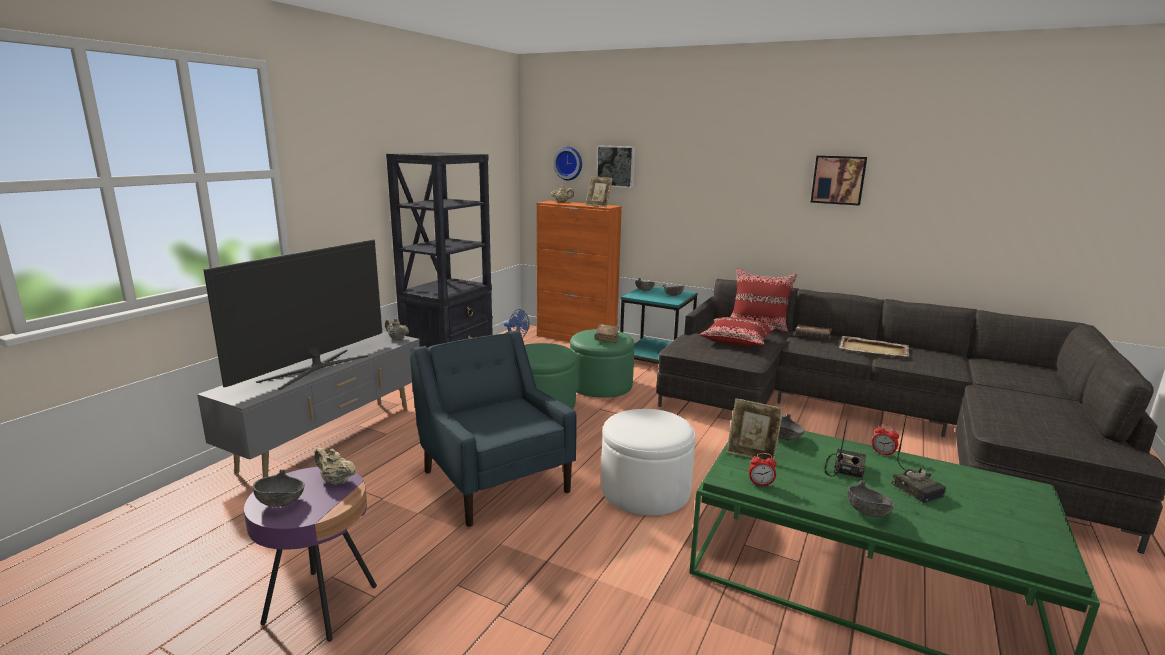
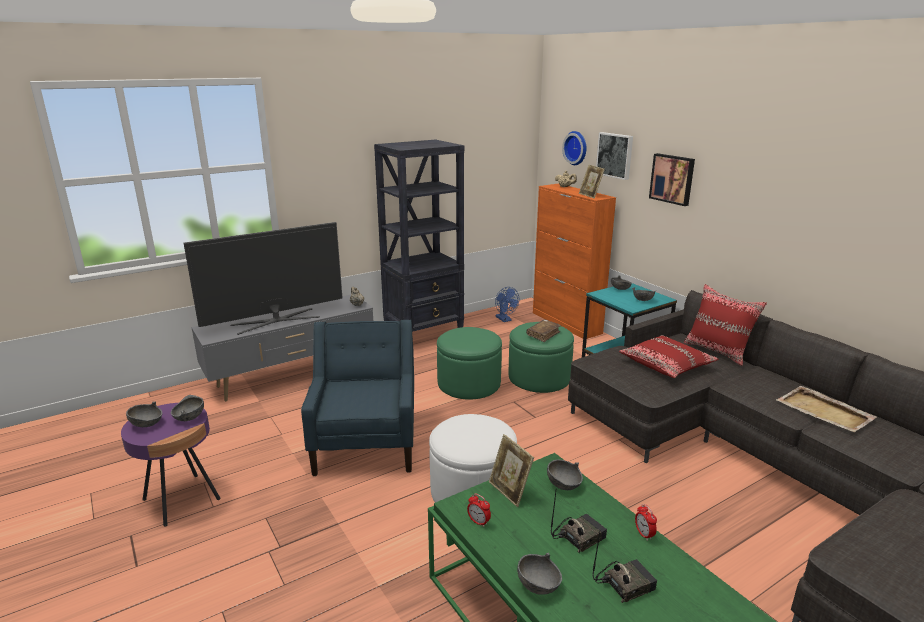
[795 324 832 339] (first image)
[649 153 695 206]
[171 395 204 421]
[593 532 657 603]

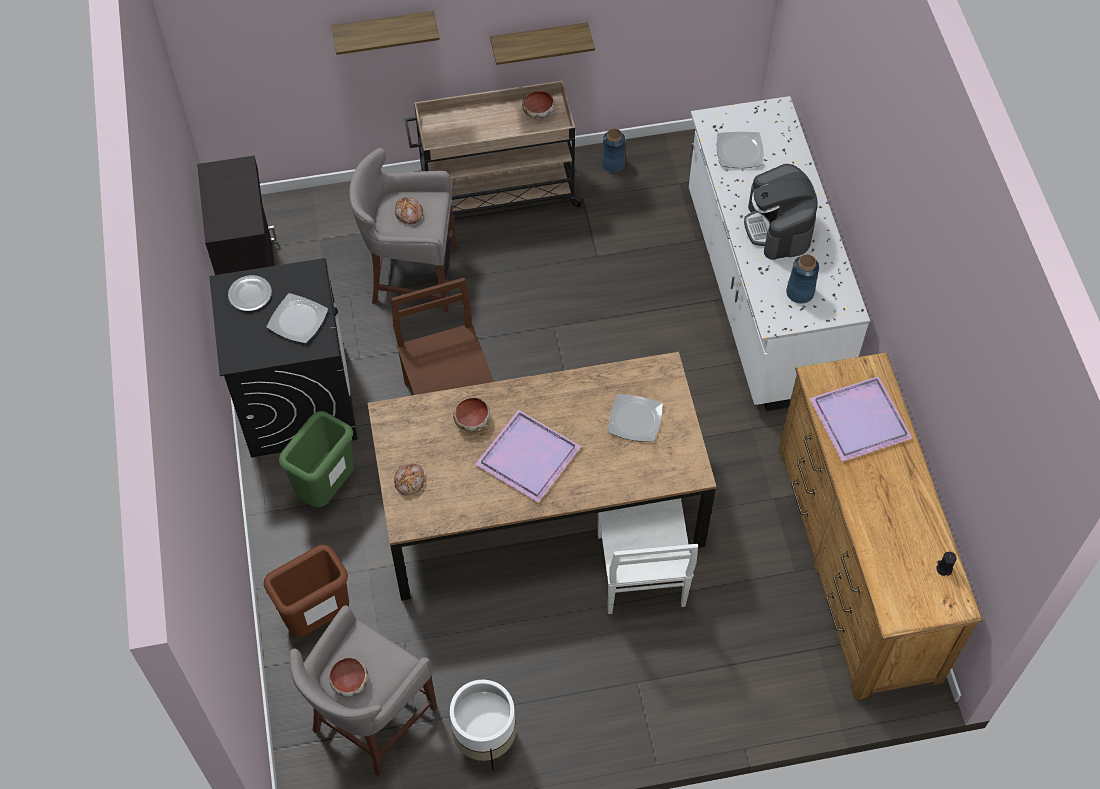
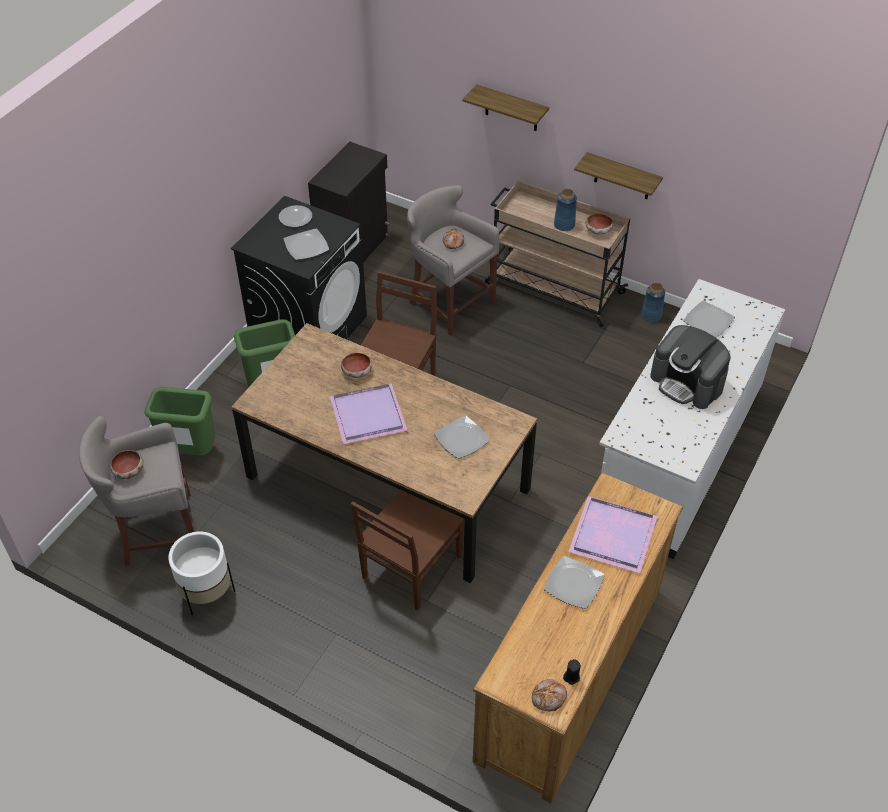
[544 556 605 609]
[532 679 567 711]
[554 189 577 231]
[145 387 215 455]
[351 490 465 611]
[650 325 731 409]

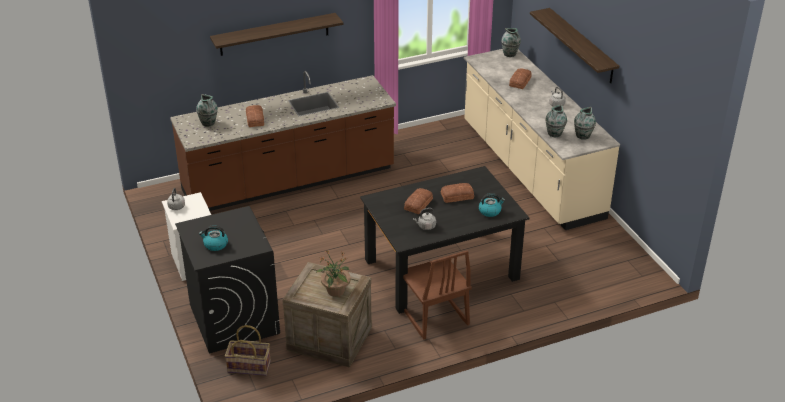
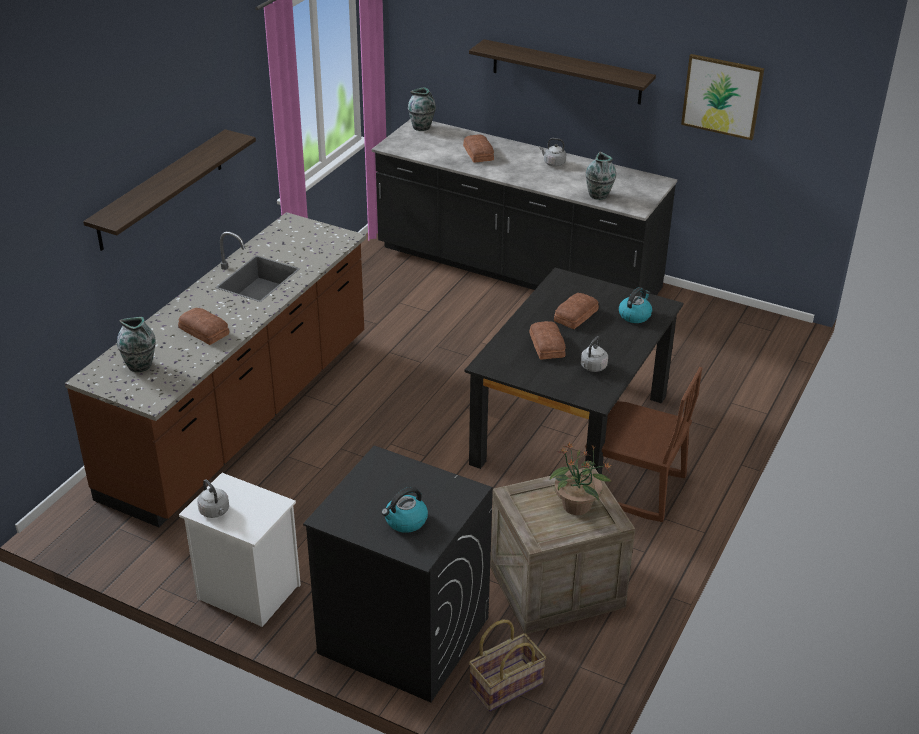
[574 107 596 140] (first image)
[681 54 765 140]
[372 119 677 295]

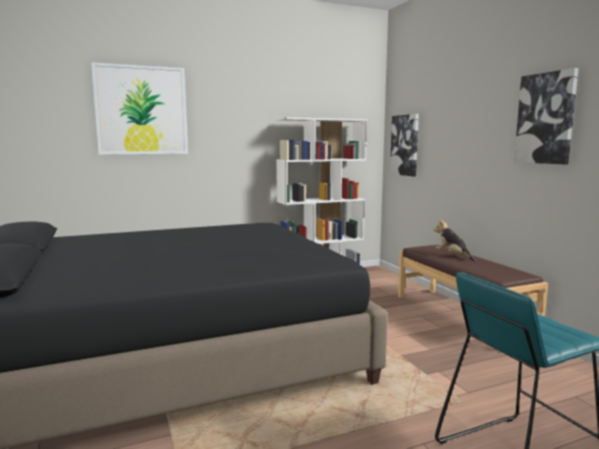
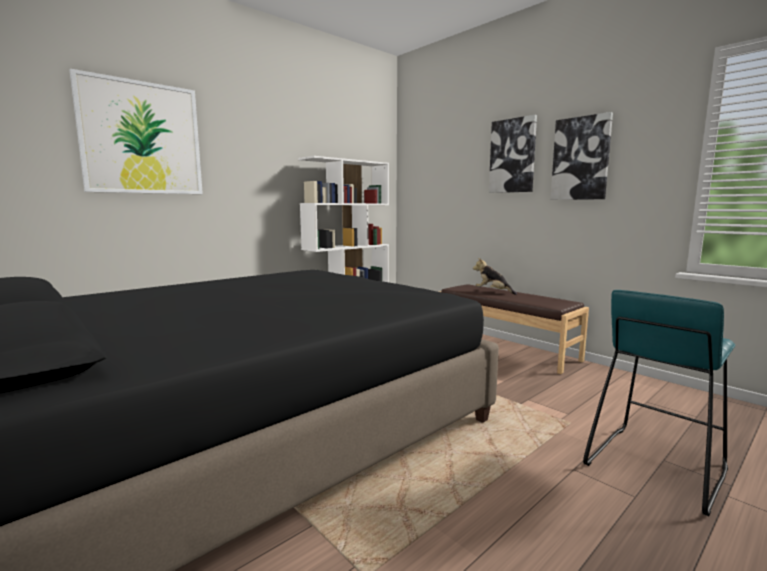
[489 115 537 193]

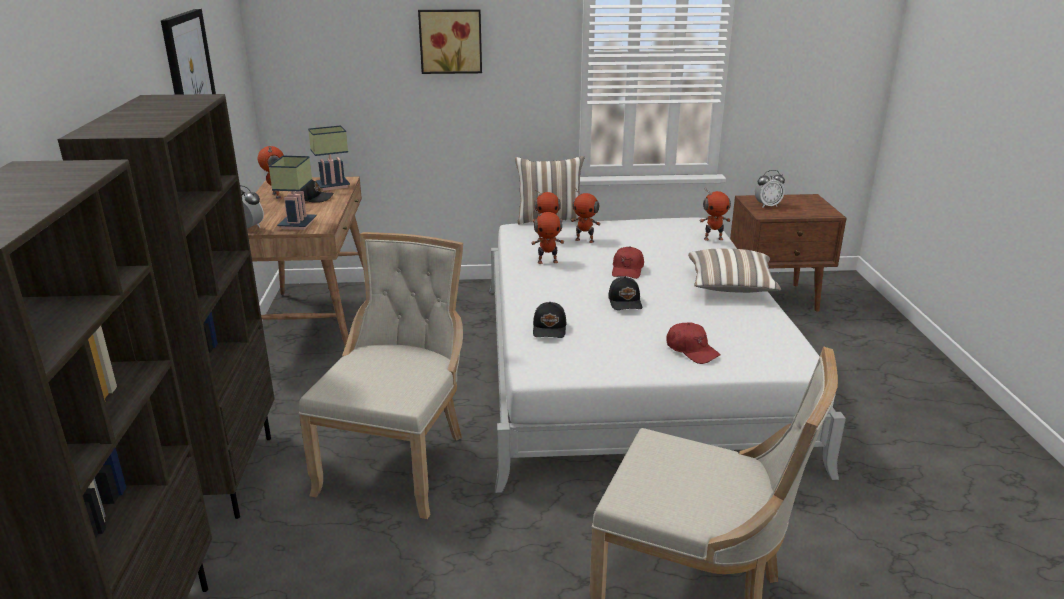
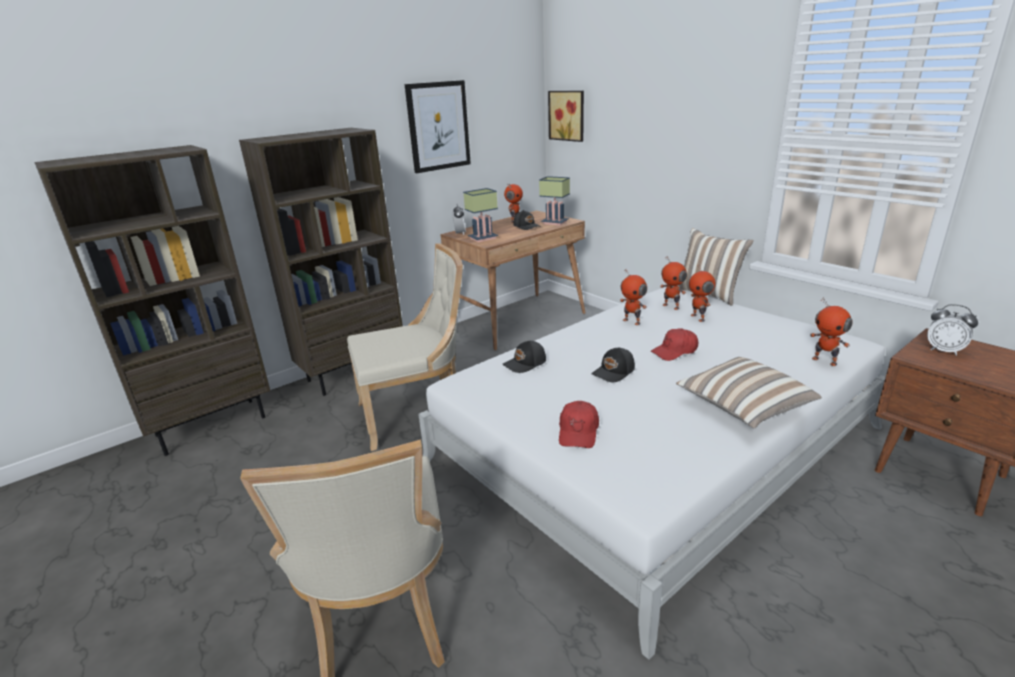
[548 91 584 142]

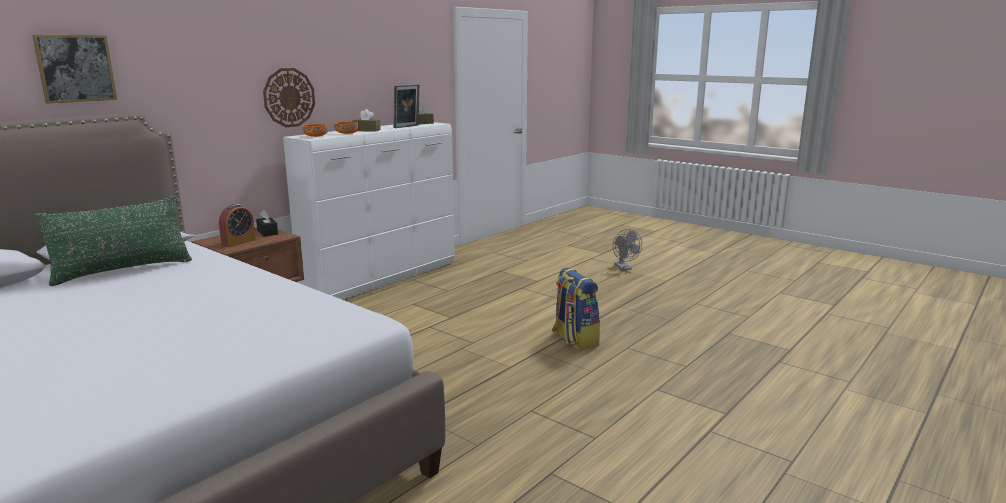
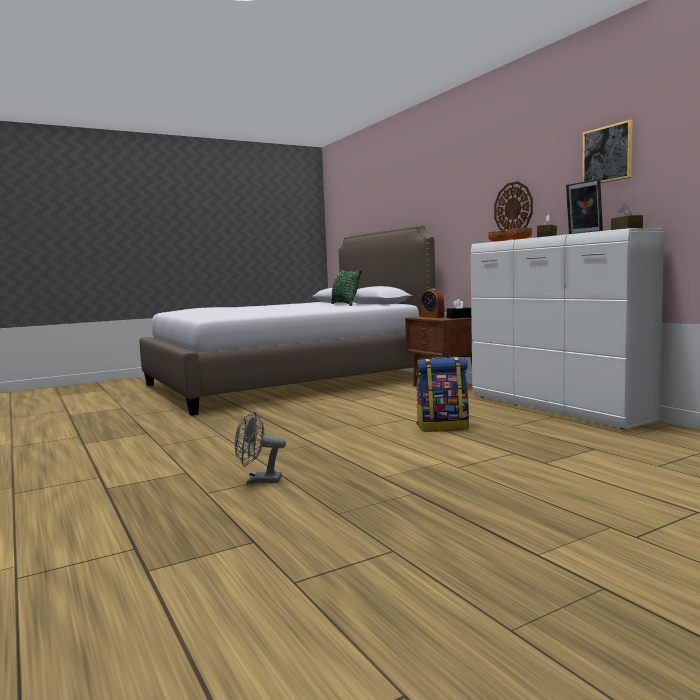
[582 120 633 183]
[416 357 469 432]
[235 411 286 484]

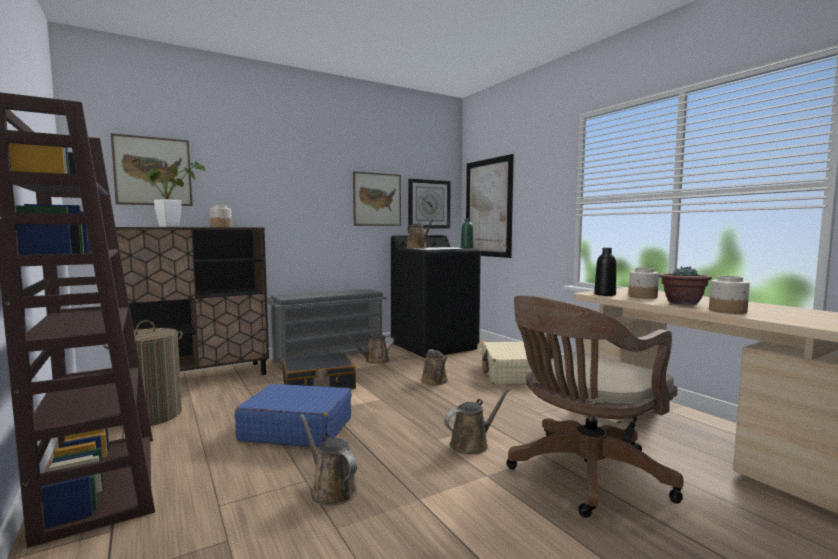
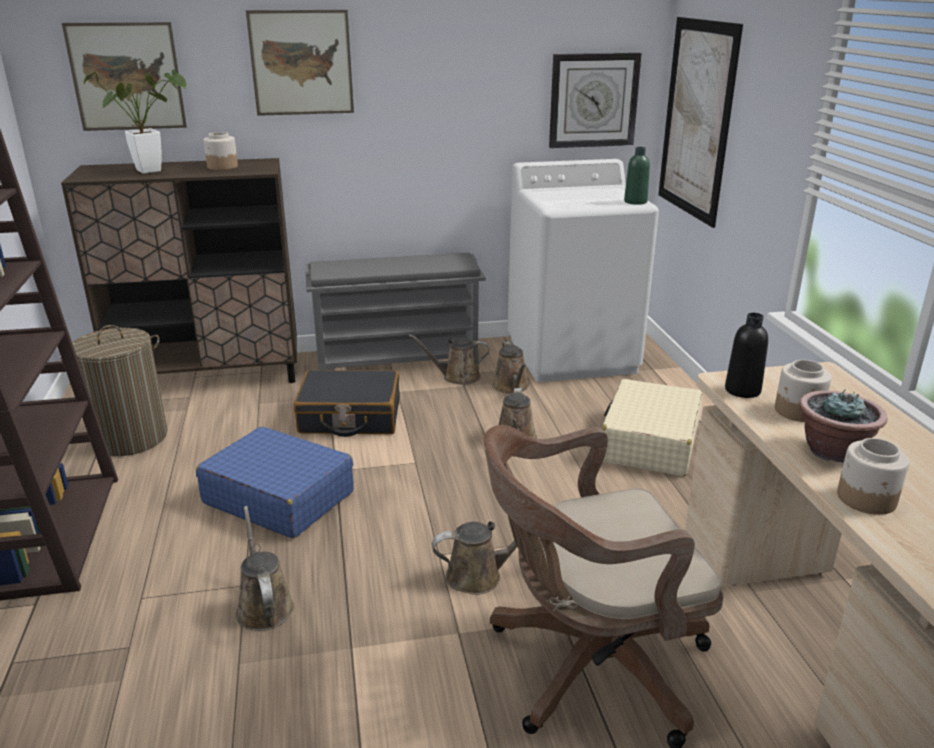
[246 10 354 116]
[492 341 529 394]
[508 159 659 382]

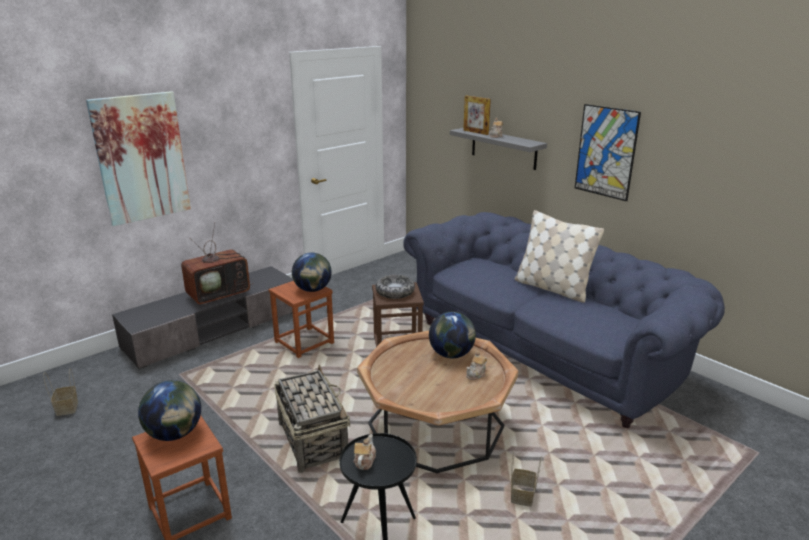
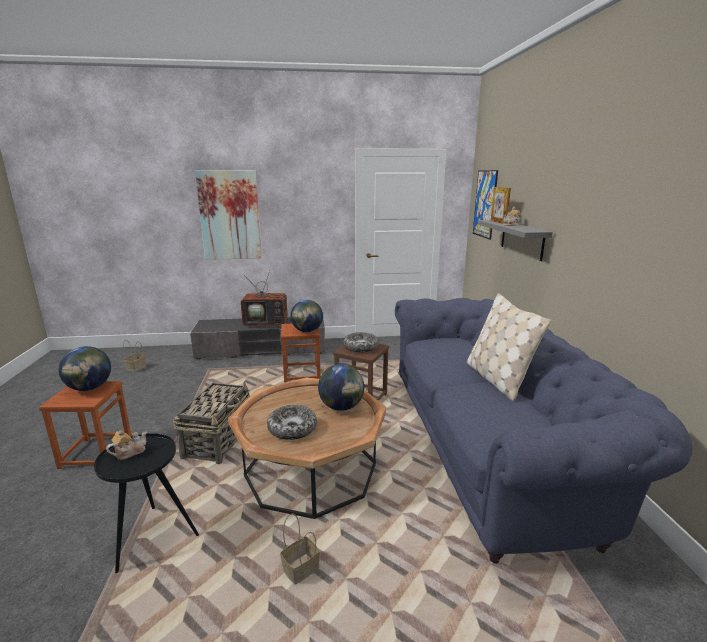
[466 351 487 380] (first image)
[267 405 317 440]
[473 170 498 240]

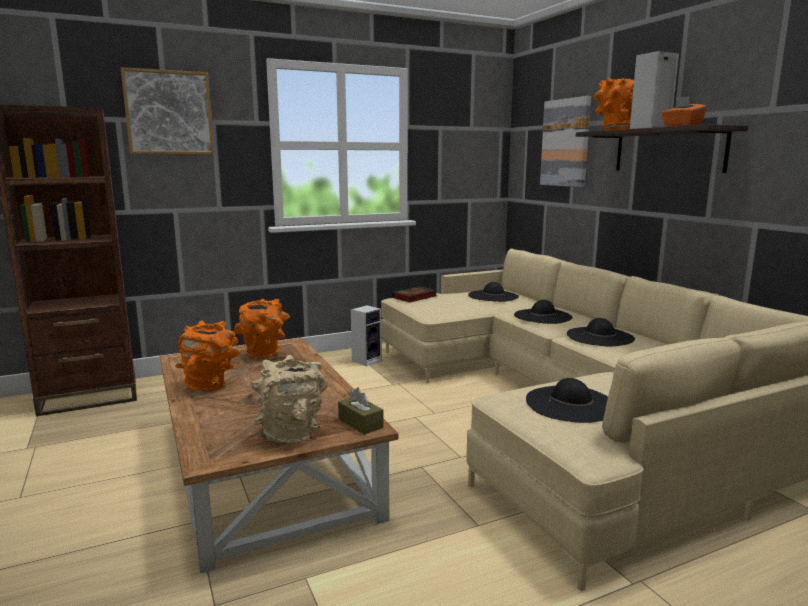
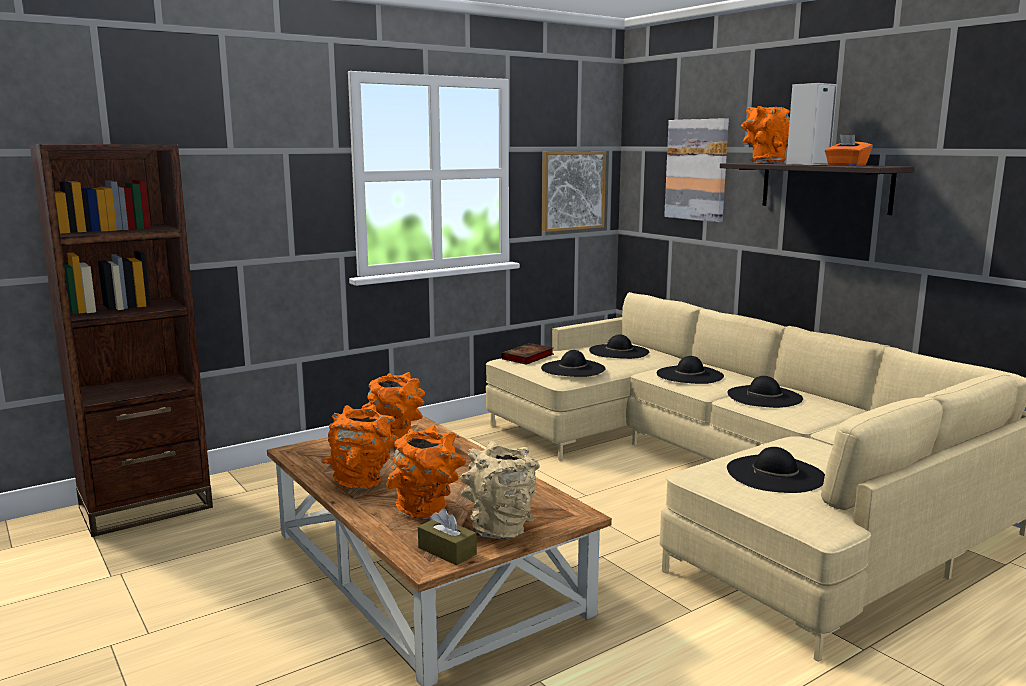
[351 305 382 366] (first image)
[386 425 466 519]
[541 350 606 377]
[542 151 606 232]
[418 509 477 565]

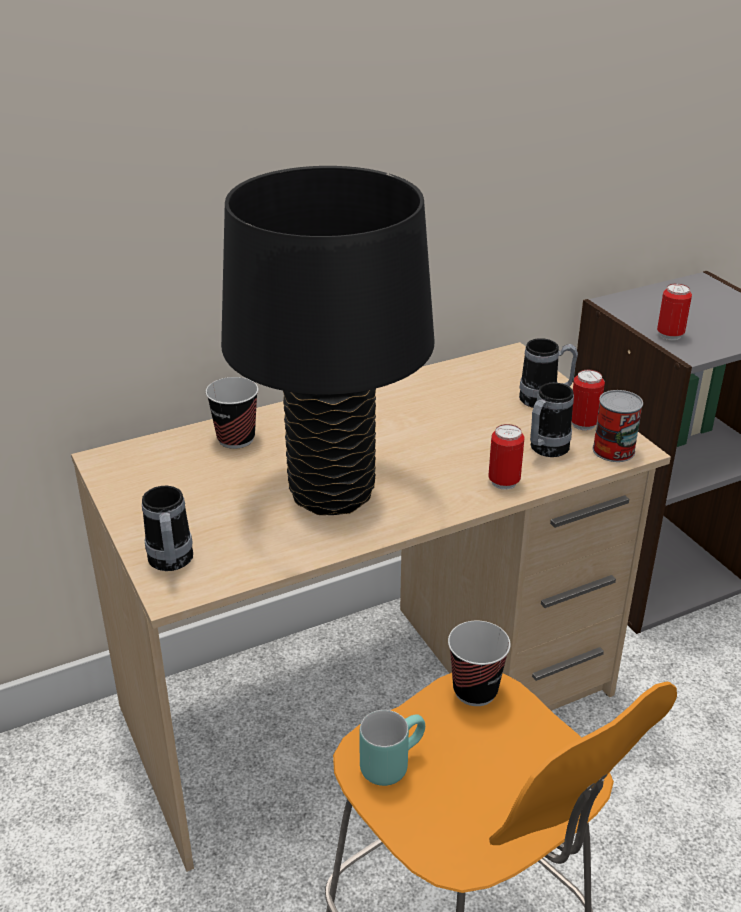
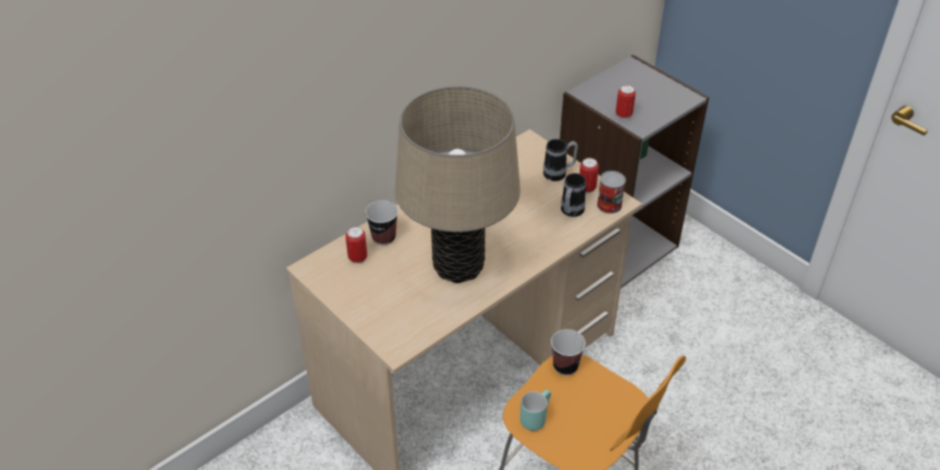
[142 486 193 571] (first image)
[346 227 367 264]
[395 86 520 283]

